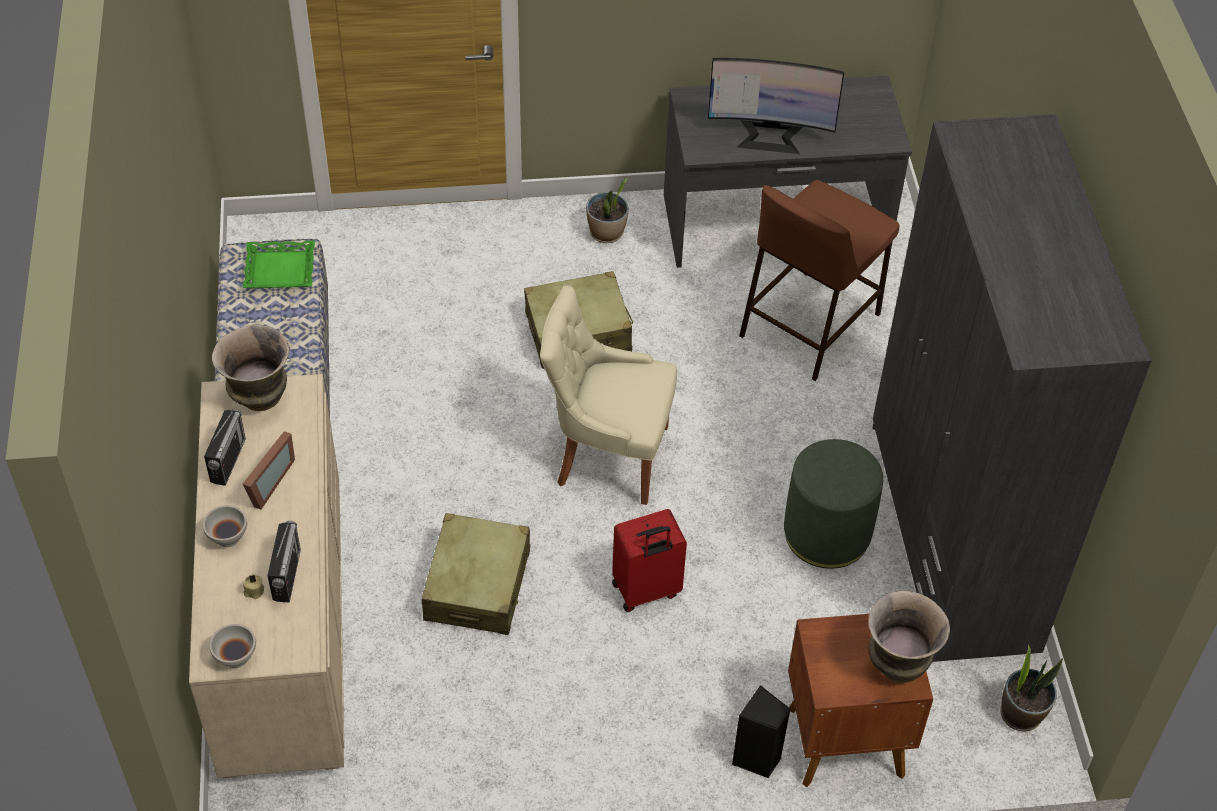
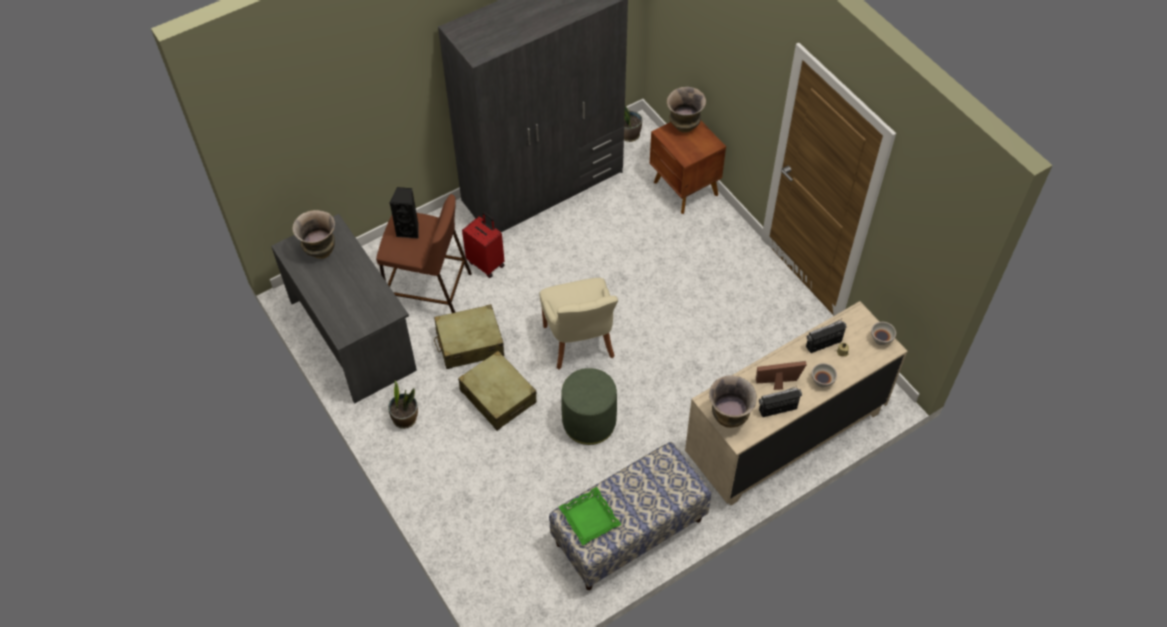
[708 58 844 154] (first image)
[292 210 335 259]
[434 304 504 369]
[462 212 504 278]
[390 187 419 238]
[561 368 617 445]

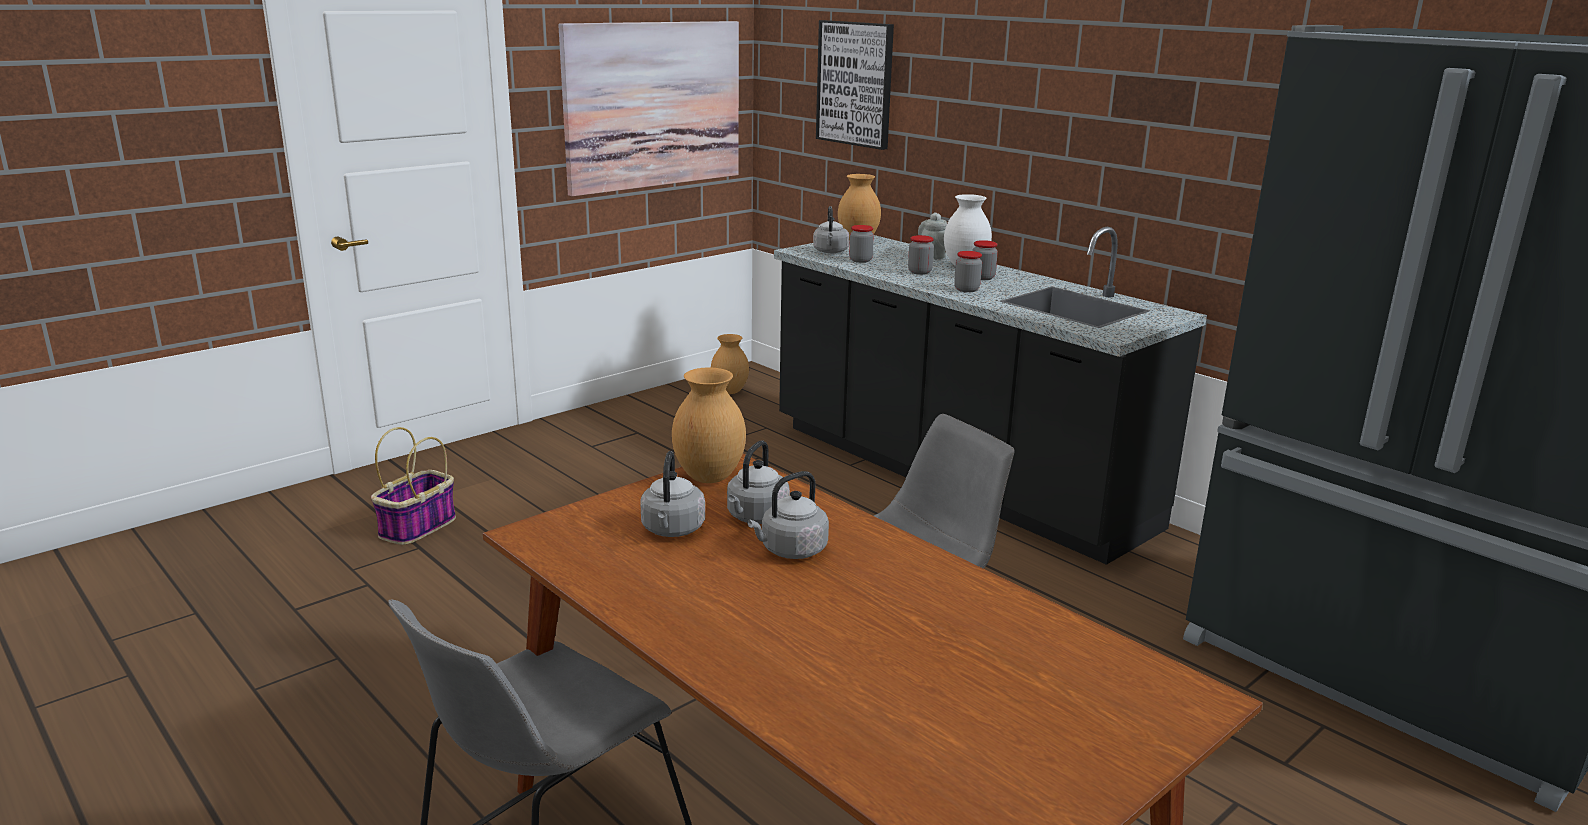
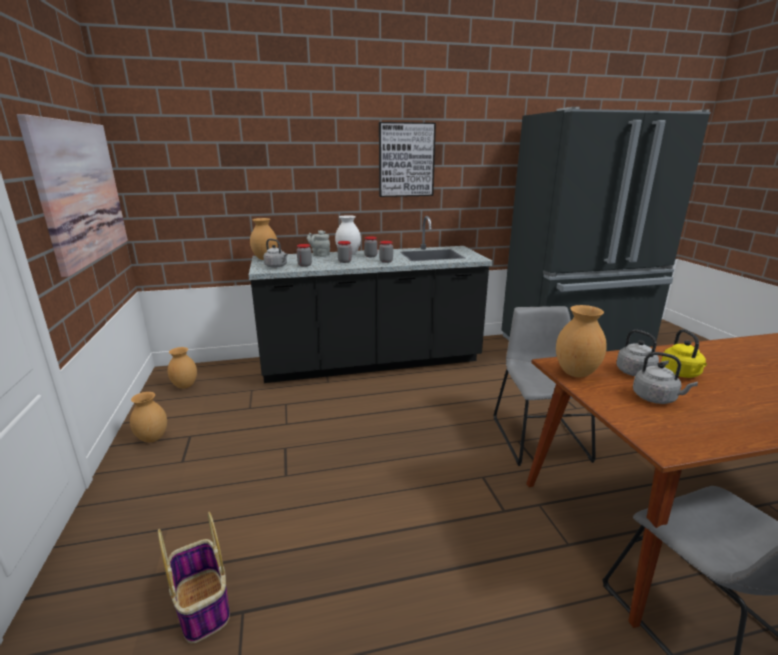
[130 392 167 443]
[379 122 436 197]
[661 329 707 378]

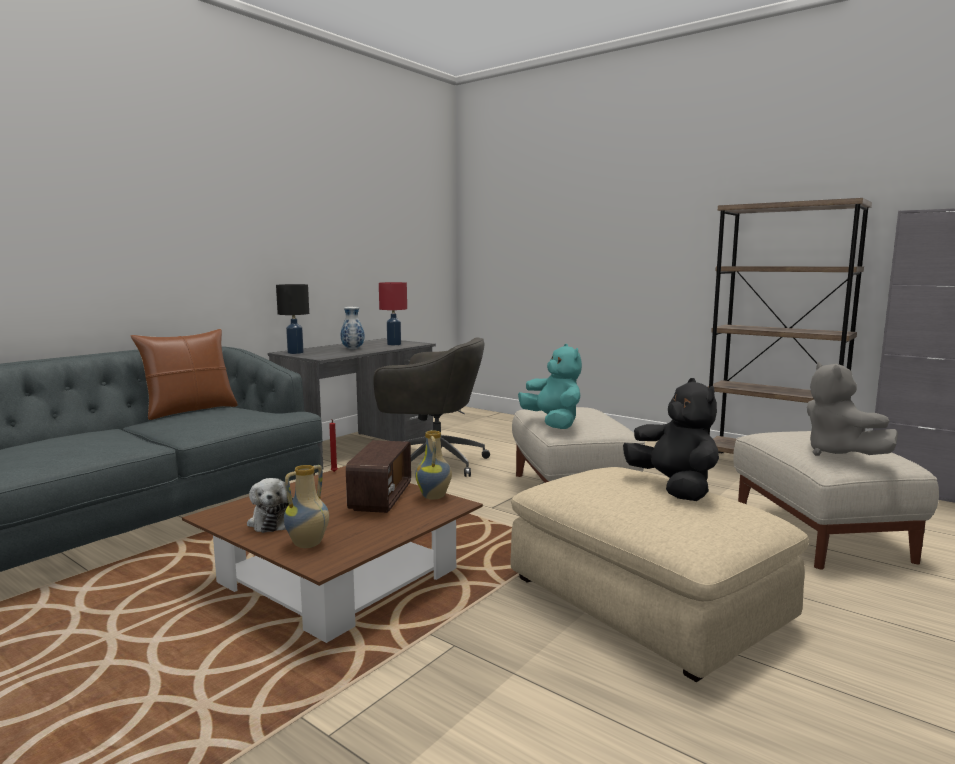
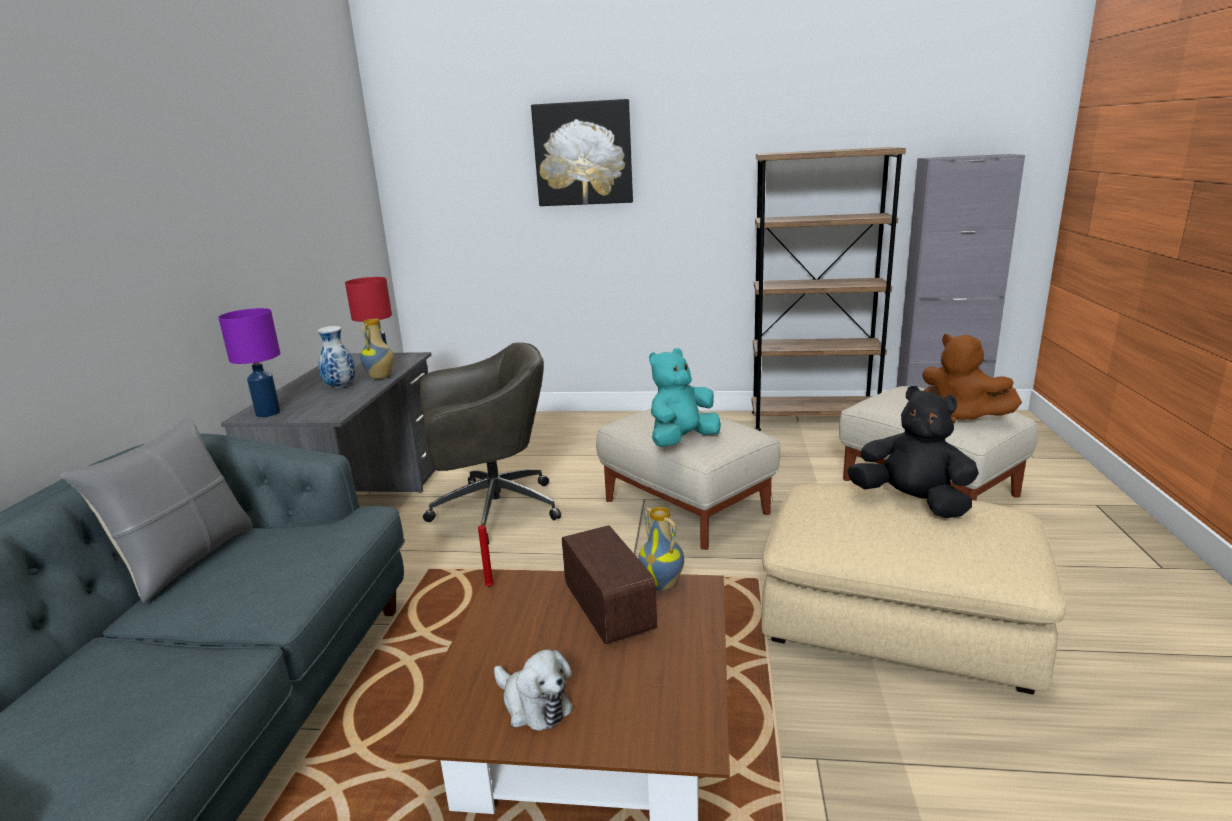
[531 99 633 206]
[360 318 394 379]
[60 416 253 603]
[218 308 280 417]
[922 334 1022 424]
[649 348 721 447]

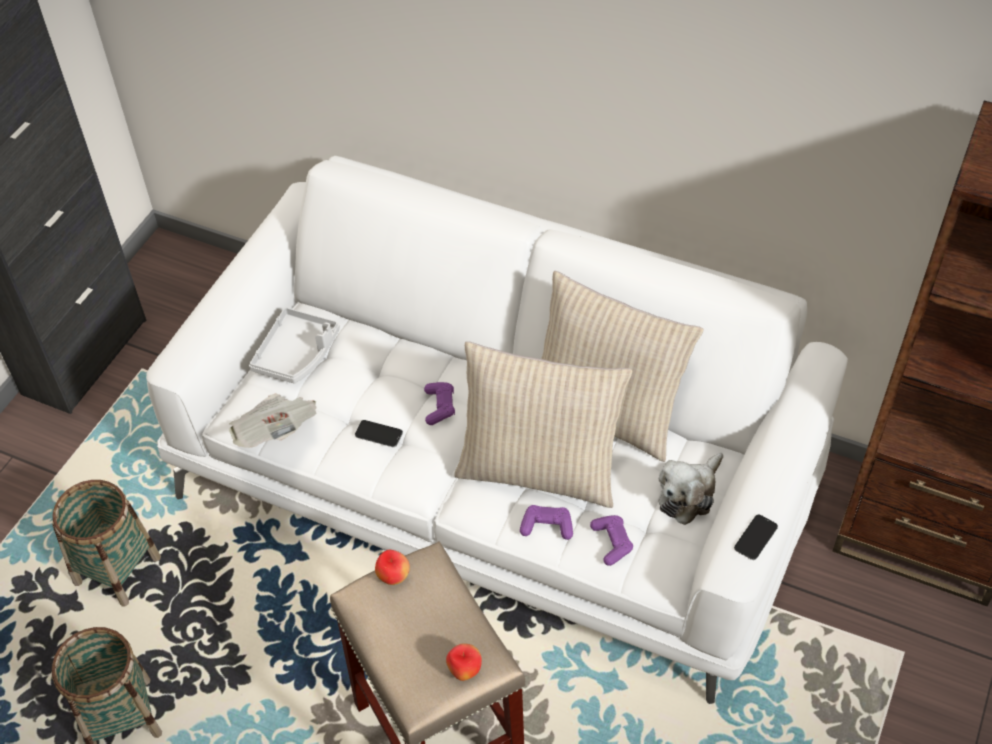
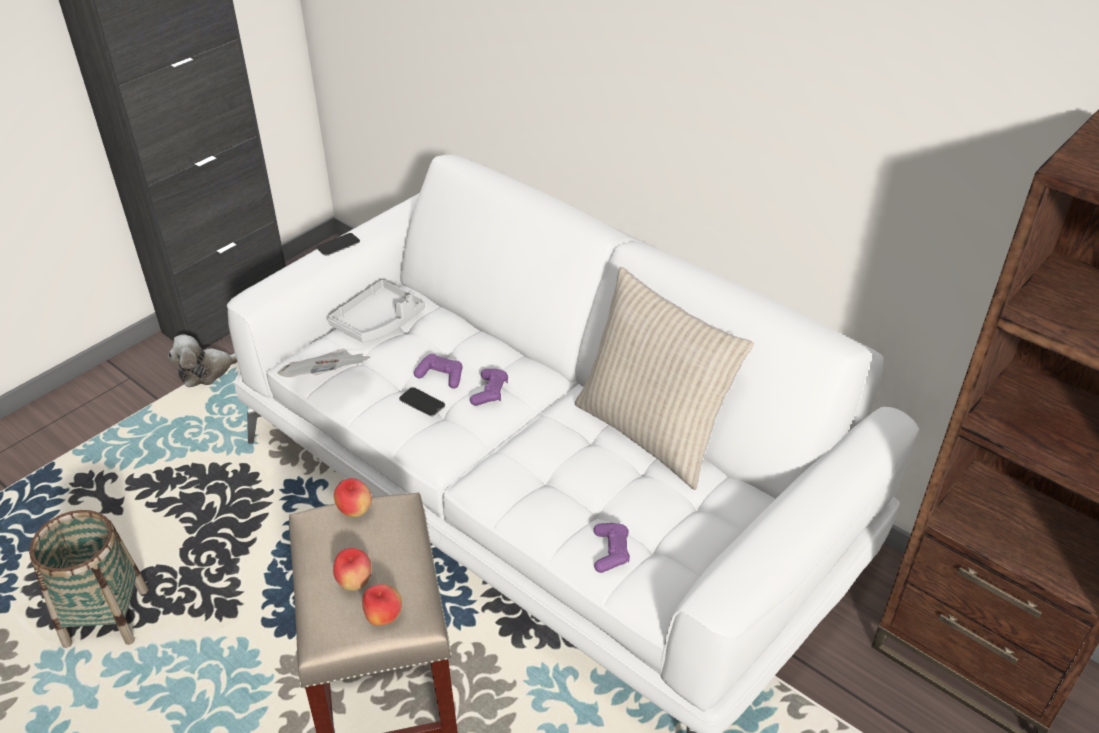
[52 480 161 607] (first image)
[454 341 632 508] (first image)
[333 548 371 591]
[414 354 462 389]
[168 334 237 387]
[316 233 360 256]

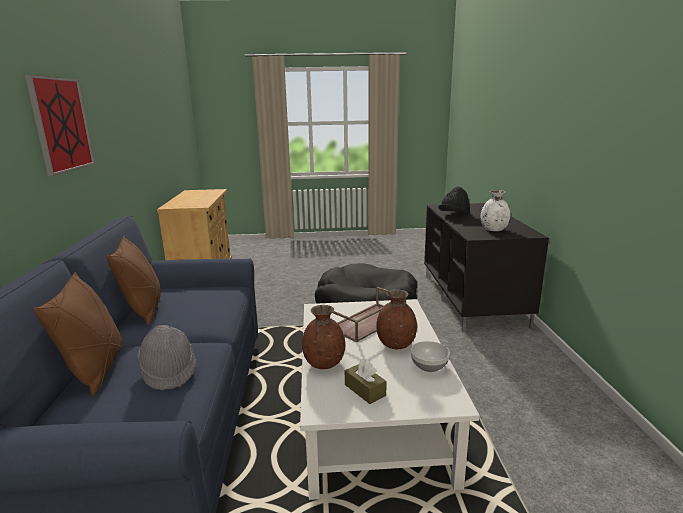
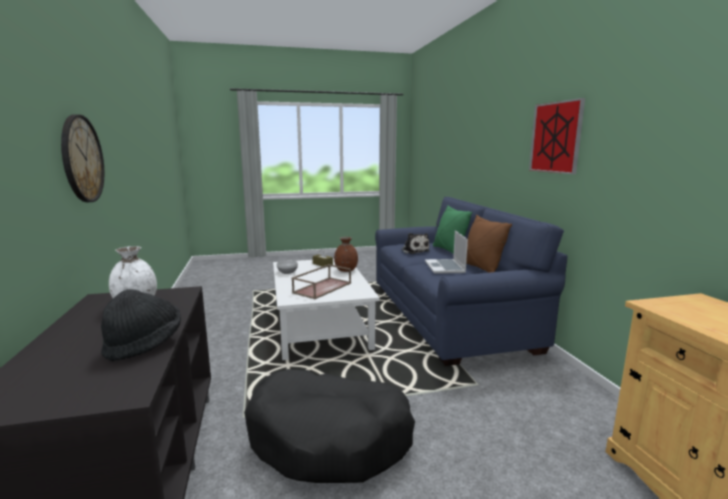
[376 289 417 349] (first image)
[61 114 104 202]
[425 230 468 274]
[401 233 430 254]
[433 205 472 254]

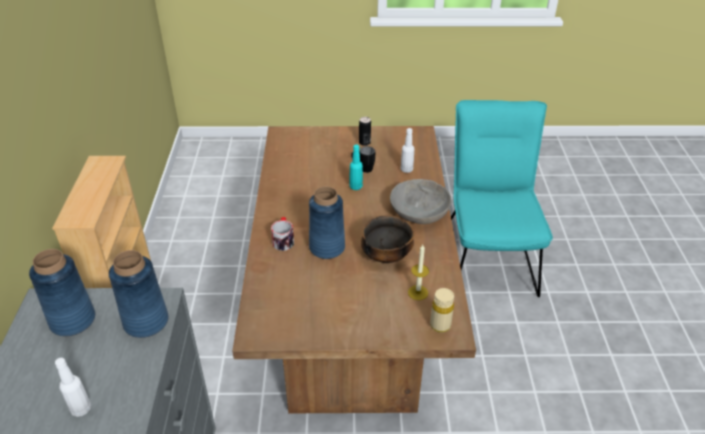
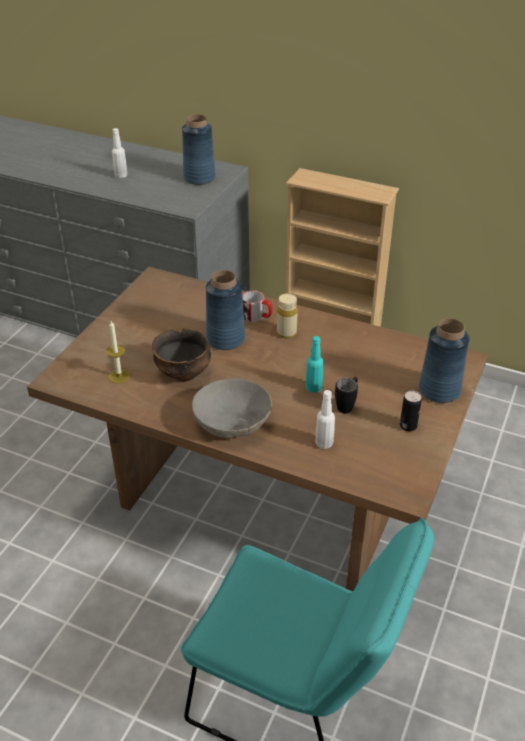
[419 318 470 403]
[277 293 298 338]

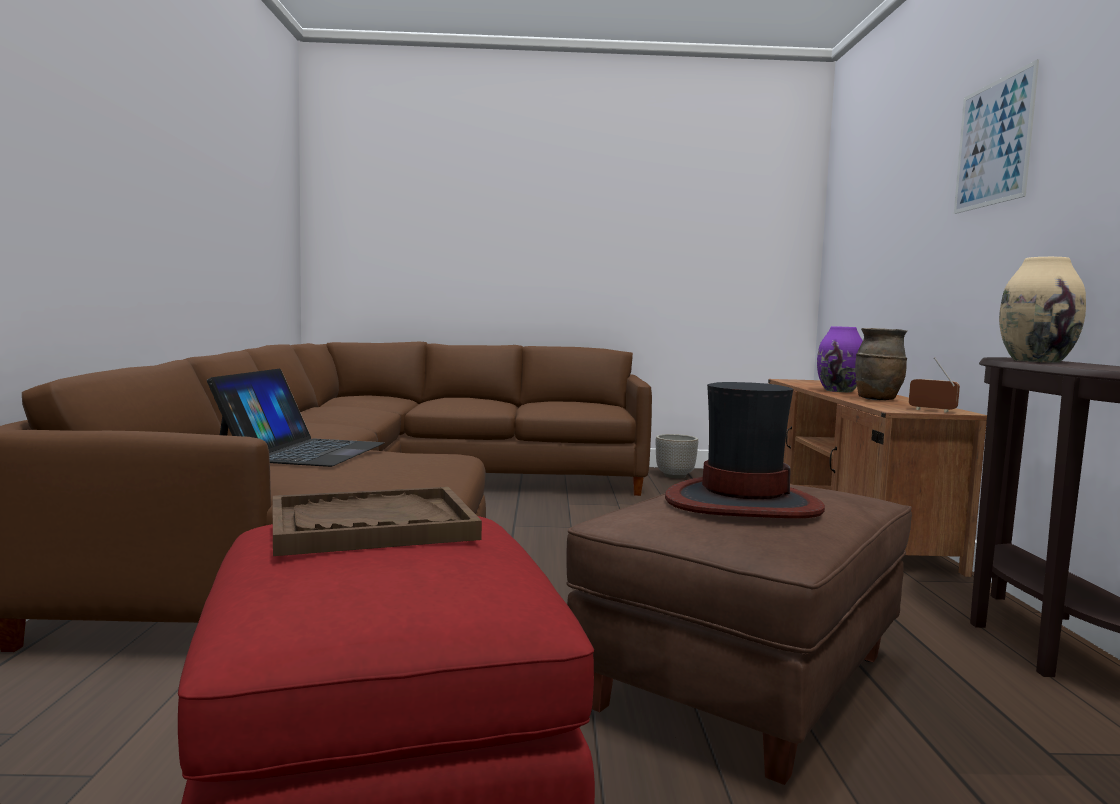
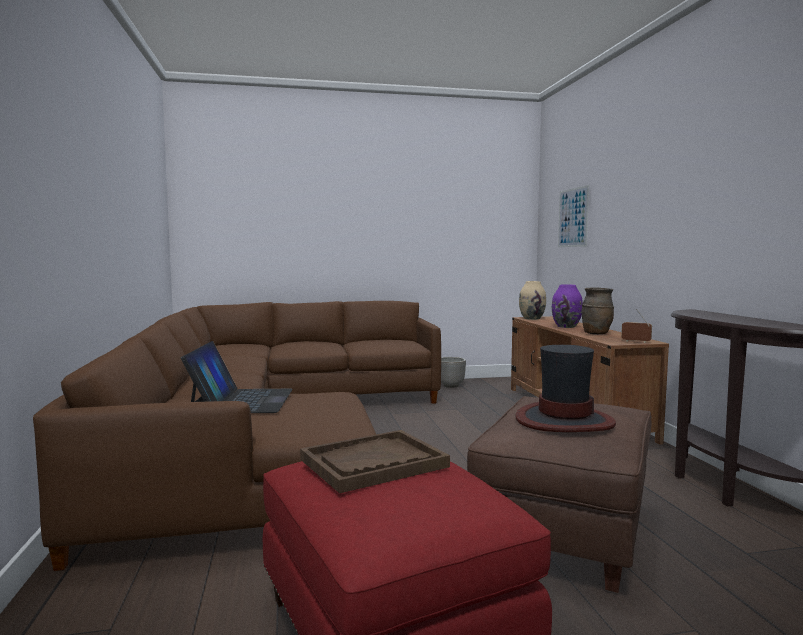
[558 185 589 247]
[519 281 546 320]

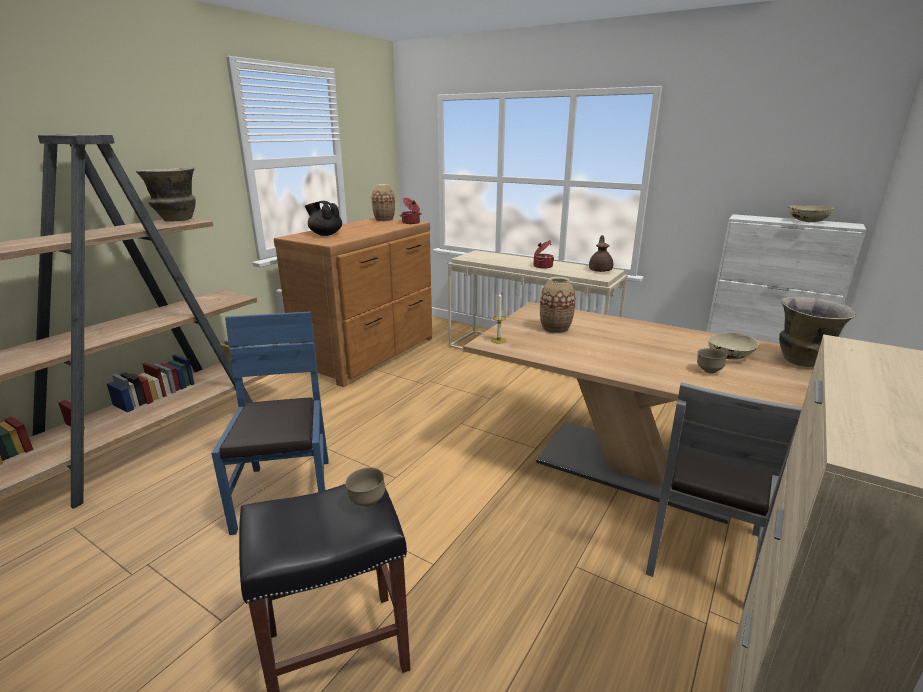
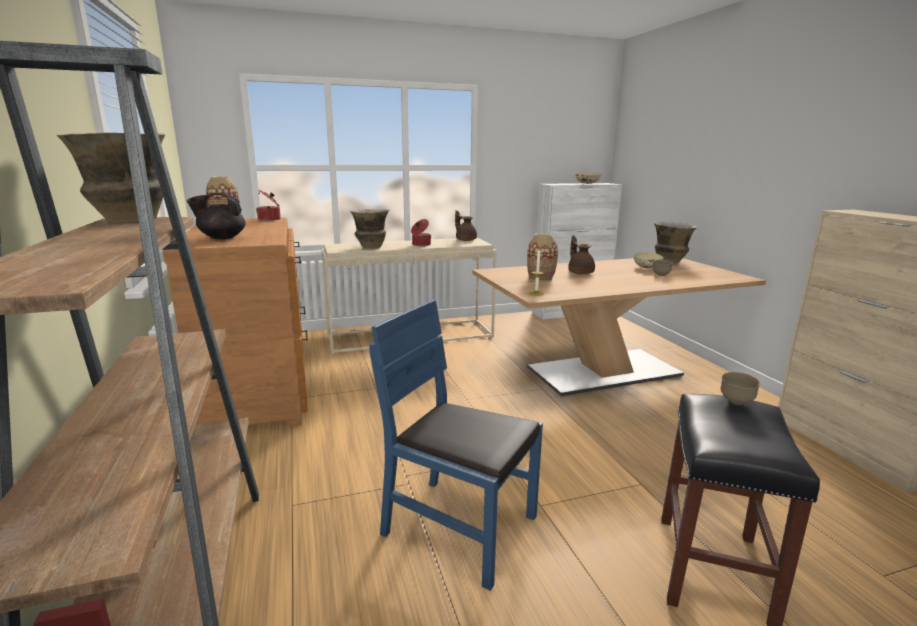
[646 382 802 609] (first image)
[350 209 389 249]
[568 235 595 275]

